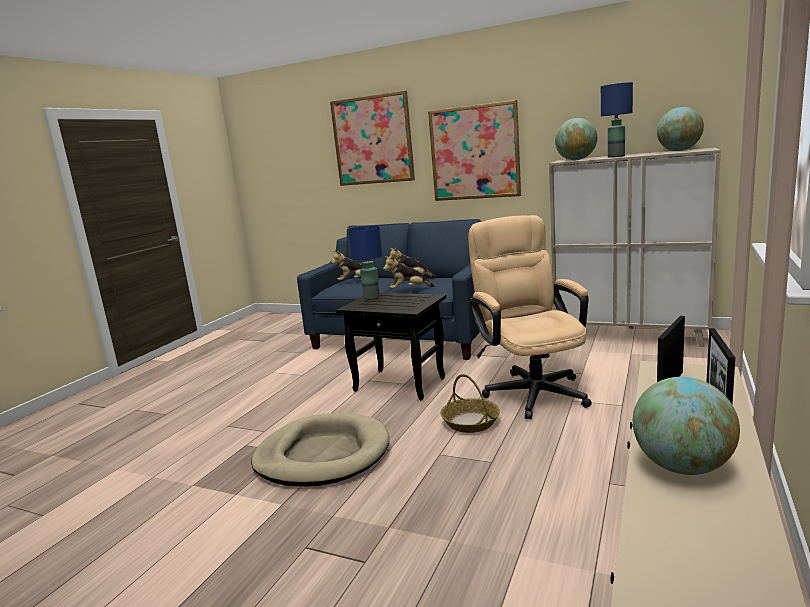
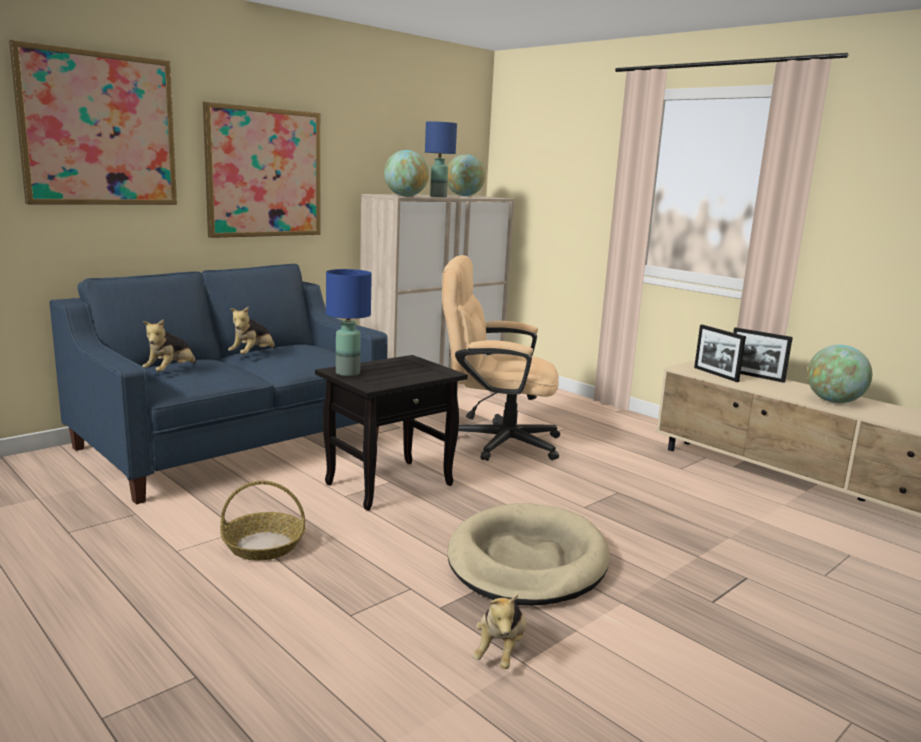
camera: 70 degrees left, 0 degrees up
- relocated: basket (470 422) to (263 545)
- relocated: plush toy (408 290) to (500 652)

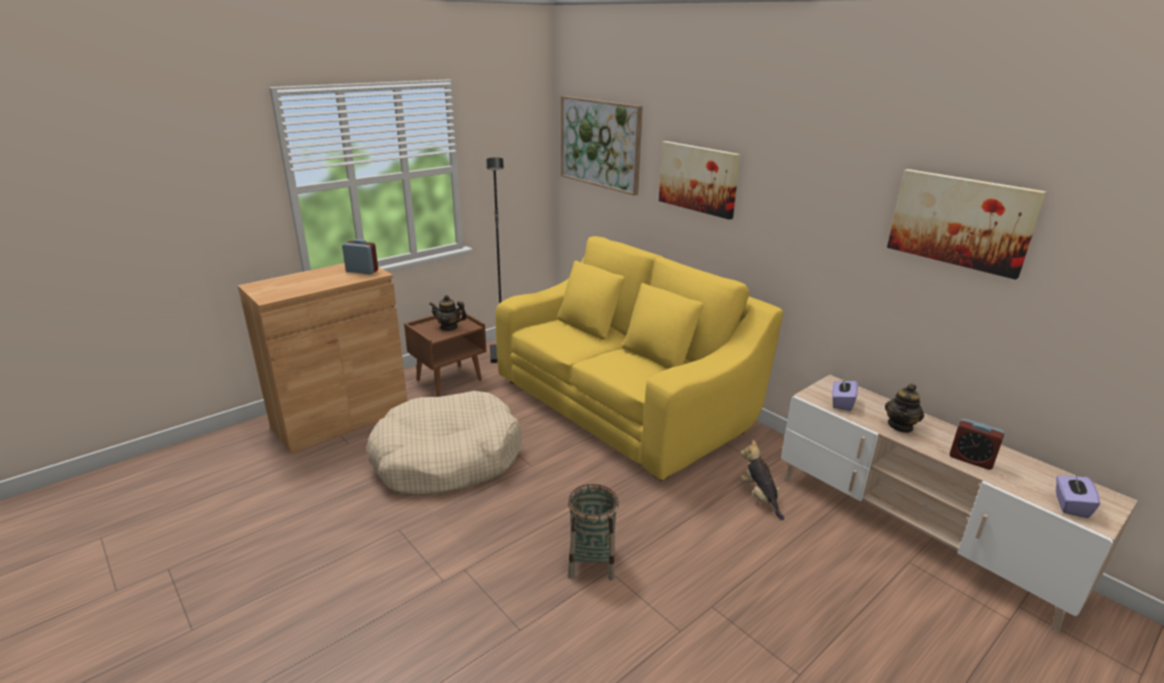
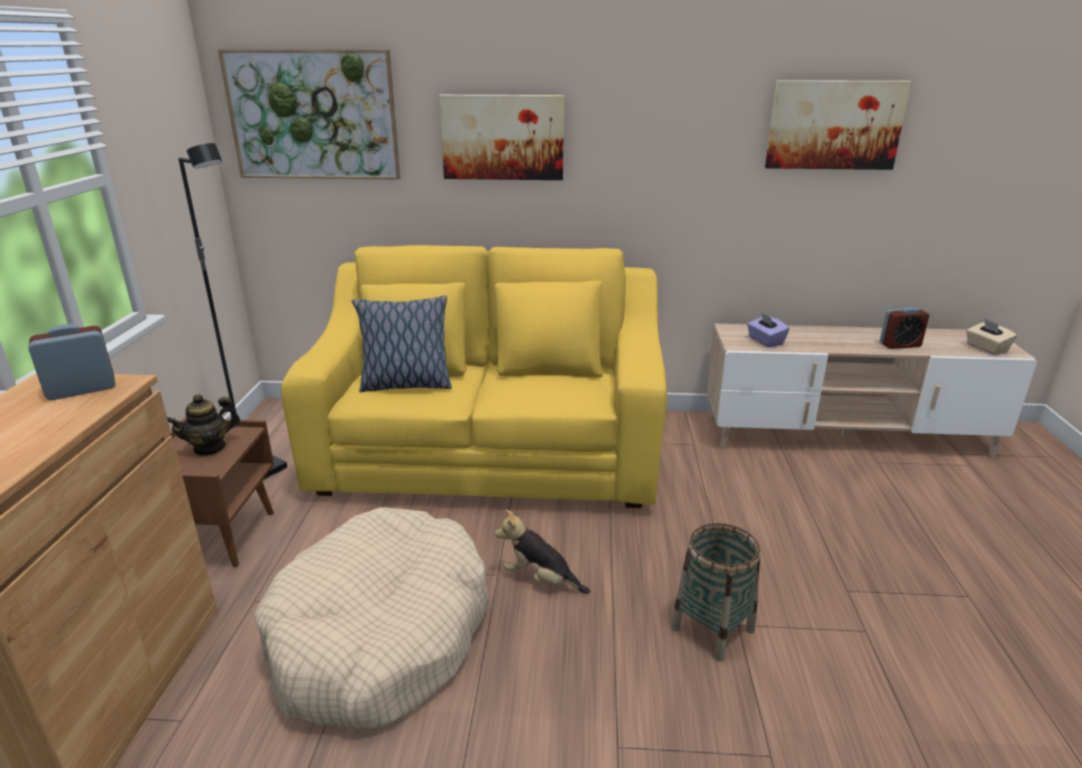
camera: 45 degrees left, 0 degrees up
- appeared: pillow (405 385)
- relocated: plush toy (760 497) to (540 579)
- colour: purple tissue box (1070 505) to beige tissue box (986 348)
- missing: teapot (900 426)

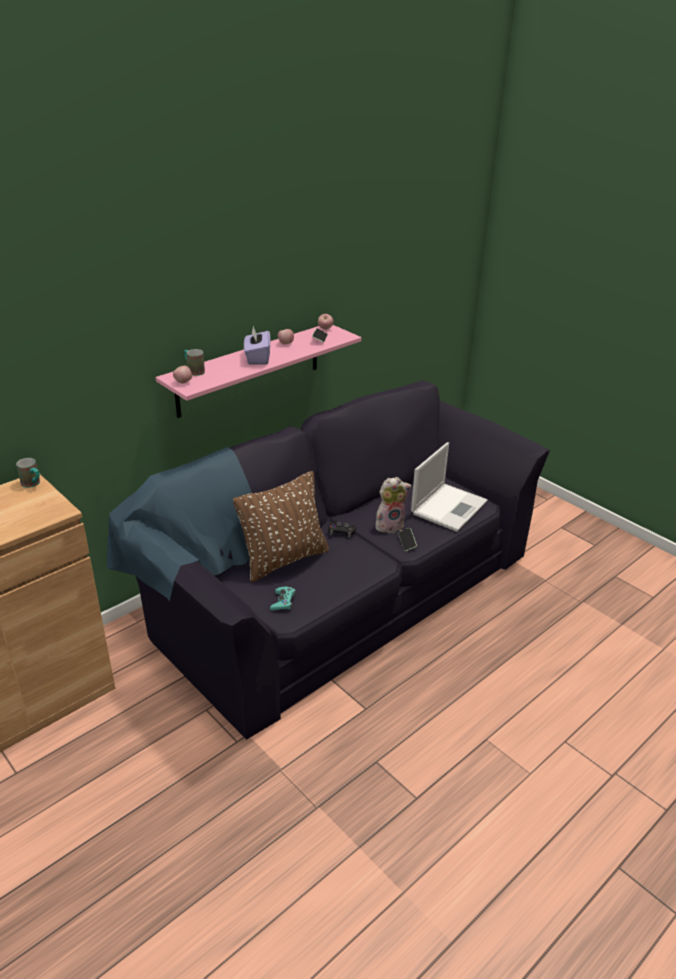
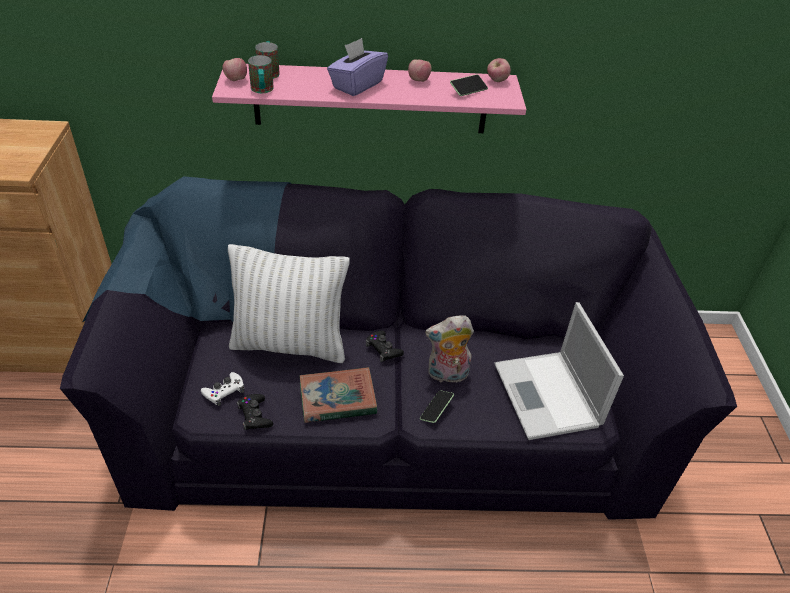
camera: 40 degrees right, 10 degrees up
- colour: turquoise game controller (283 602) to white game controller (224 391)
- colour: brown pillow (284 560) to white pillow (290 344)
- appeared: black game controller (255 415)
- relocated: mug (33 484) to (262 90)
- appeared: book (337 399)
- spun: plush toy (390 525) = (447 375) 150 degrees clockwise
- spun: laptop (449 506) = (547 396) 90 degrees clockwise

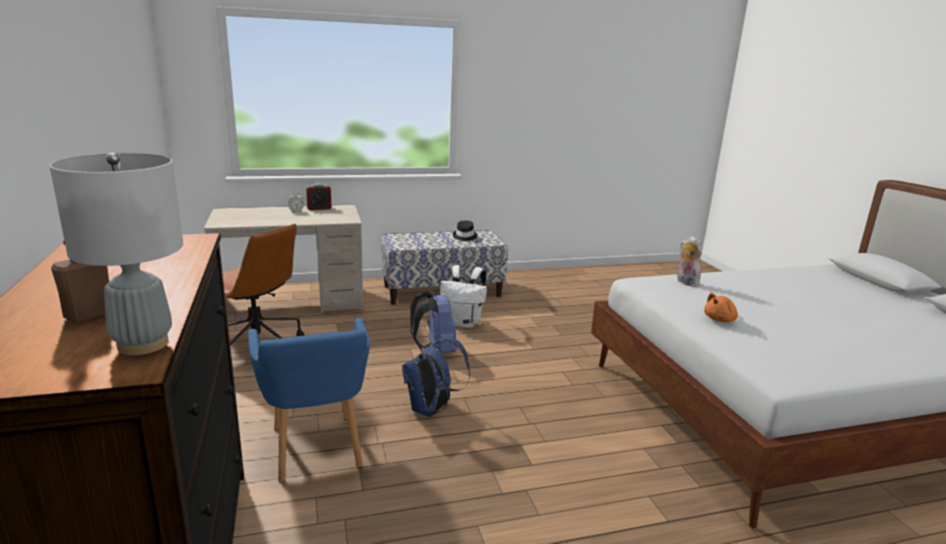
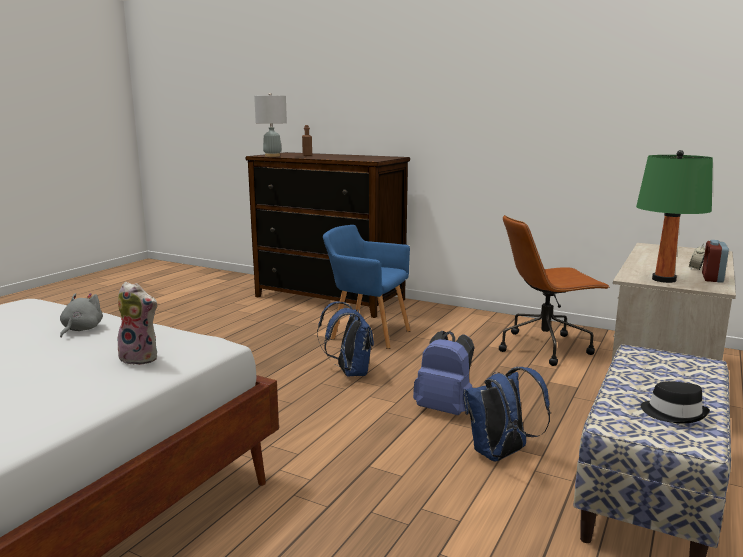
camera: 135 degrees right, 5 degrees down
- colour: orange plush toy (720 320) to grey plush toy (81 329)
- colour: white backpack (463 323) to blue backpack (500 455)
- appeared: green table lamp (663 279)

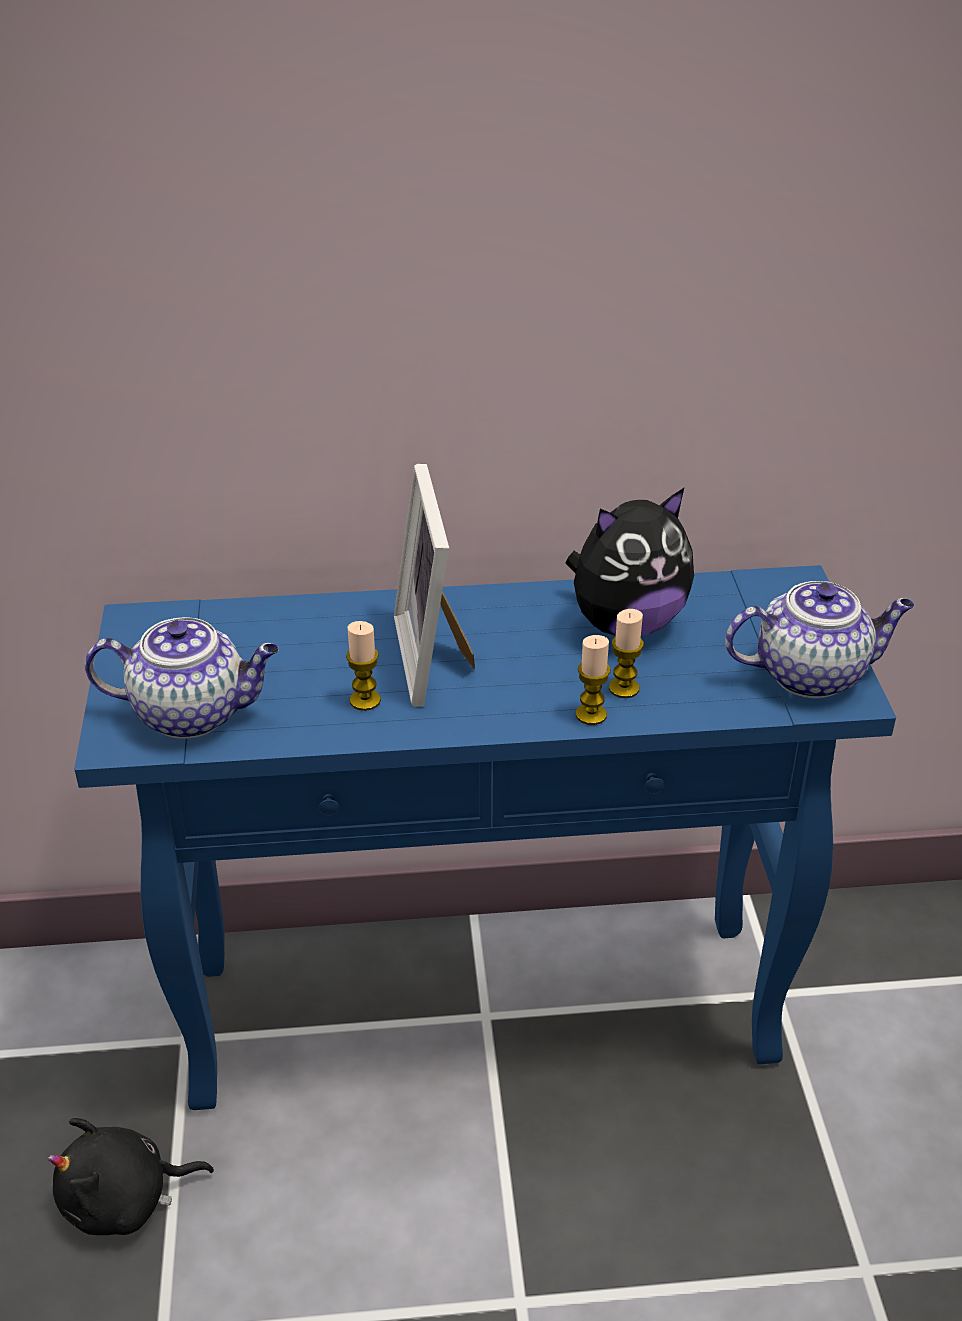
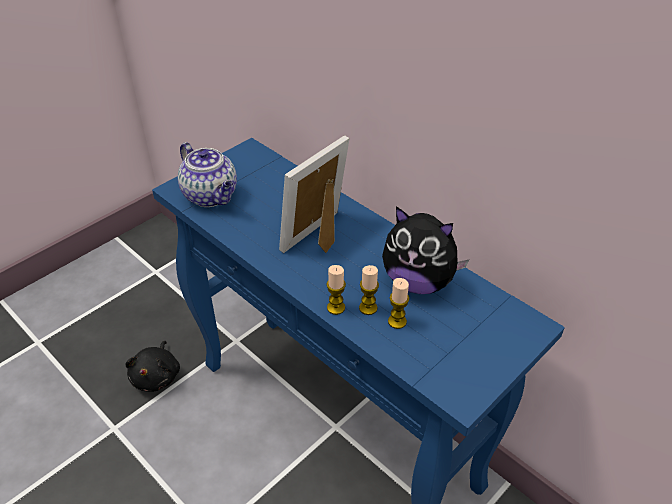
camera: 50 degrees right, 5 degrees up
- spun: black plush toy (125 1199) = (157 376) 120 degrees counterclockwise
- relocated: candle (365 700) to (397 321)
- missing: teapot (812 674)

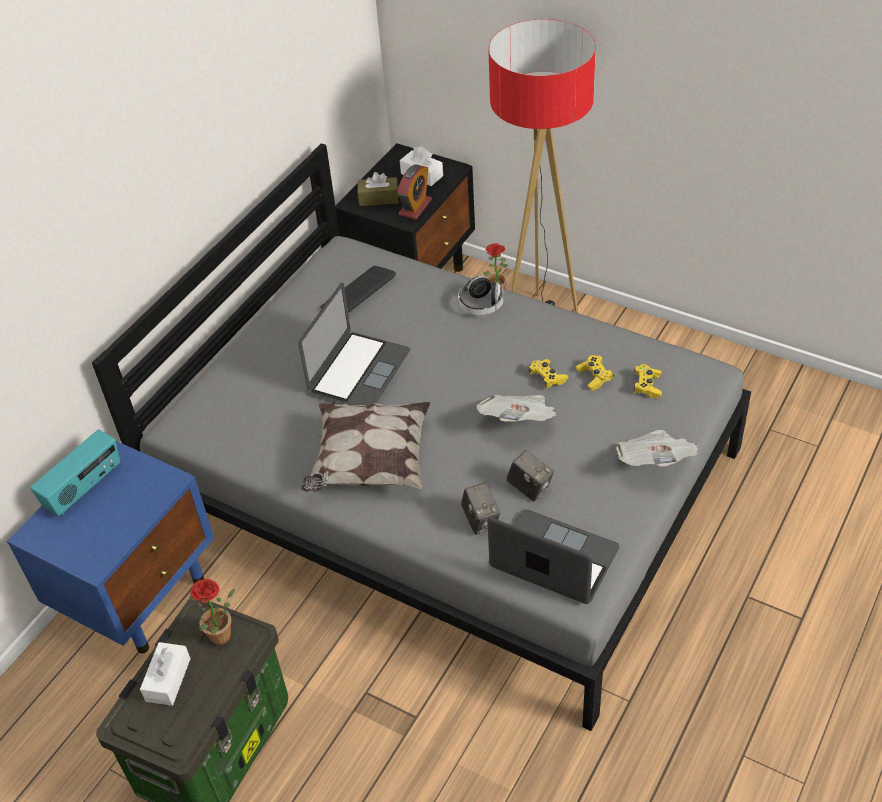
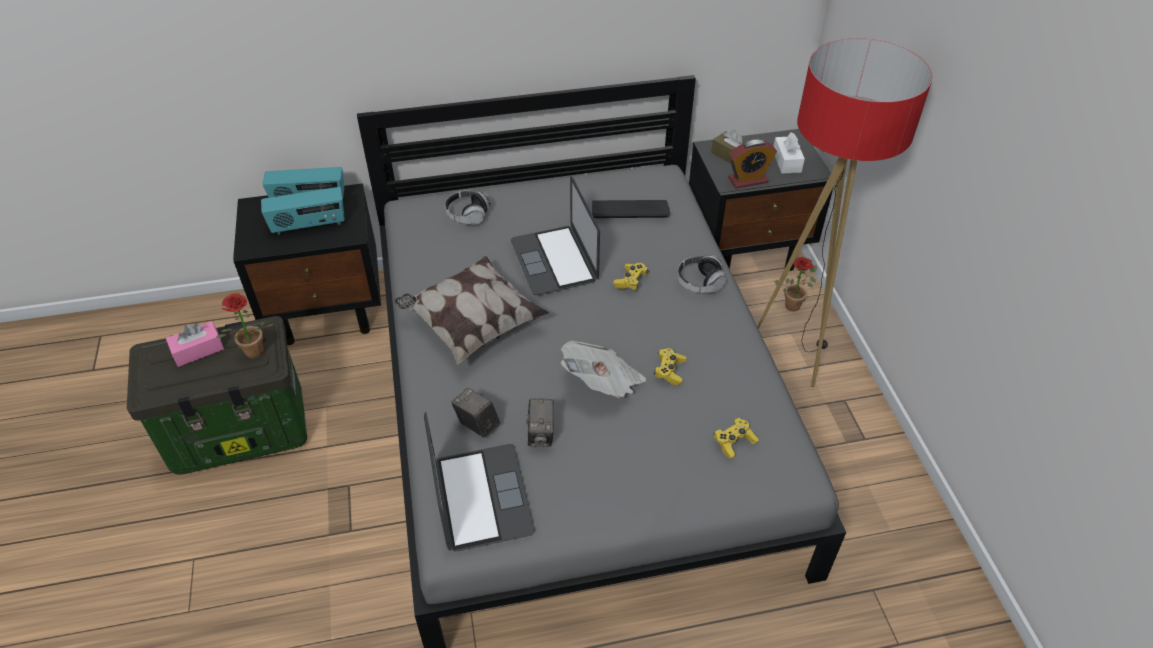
camera: 45 degrees right, 0 degrees up
- colour: white tissue box (168 679) to pink tissue box (198 350)
- colour: blue nightstand (140 596) to black nightstand (329 311)
- appeared: radio (309 225)
- appeared: headphones (468 215)
- spun: photo camera (480 520) = (477 425) 105 degrees clockwise
- spun: laptop (359 371) = (554 260) 90 degrees clockwise
- relocated: yellow game controller (594 377) to (630 281)
- missing: newspaper (654 463)

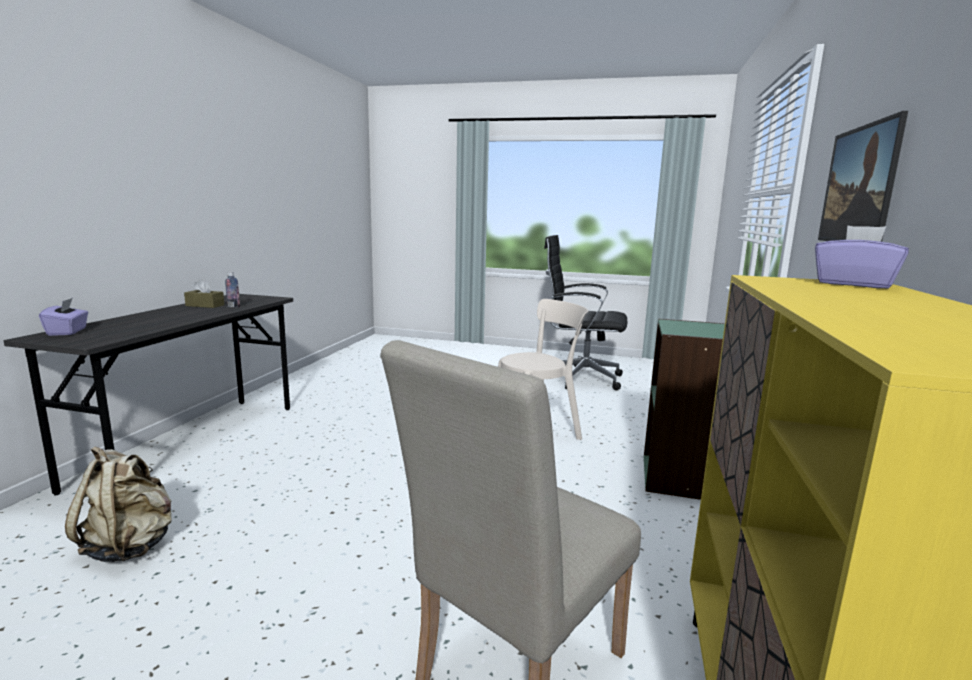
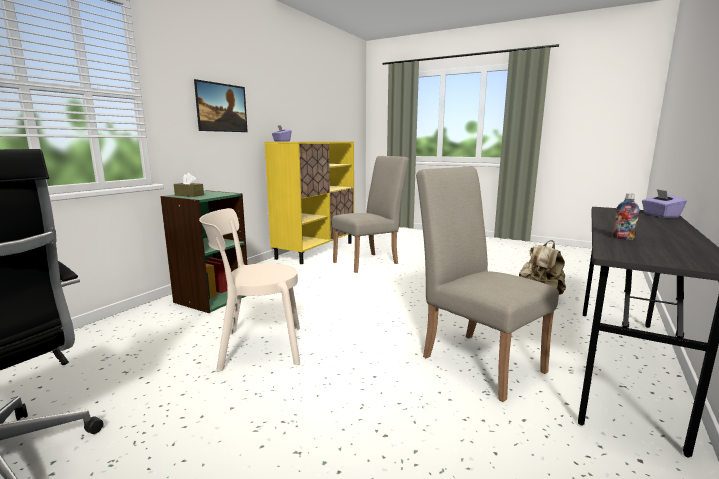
camera: 165 degrees left, 0 degrees up
- relocated: brown tissue box (205 305) to (189 195)
- appeared: beige chair (476 359)

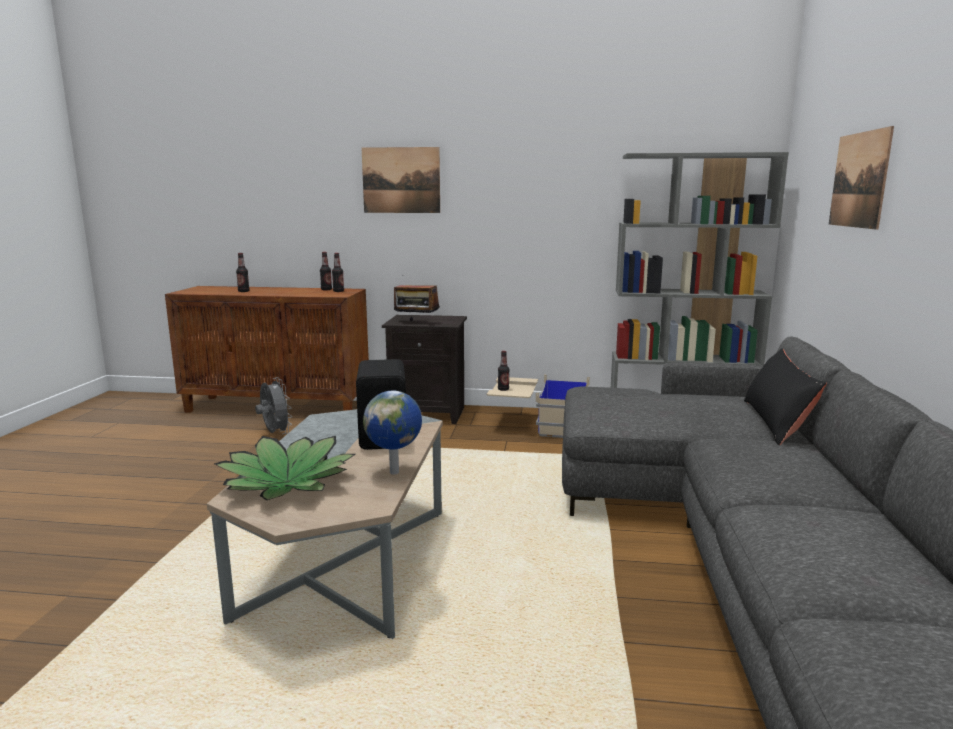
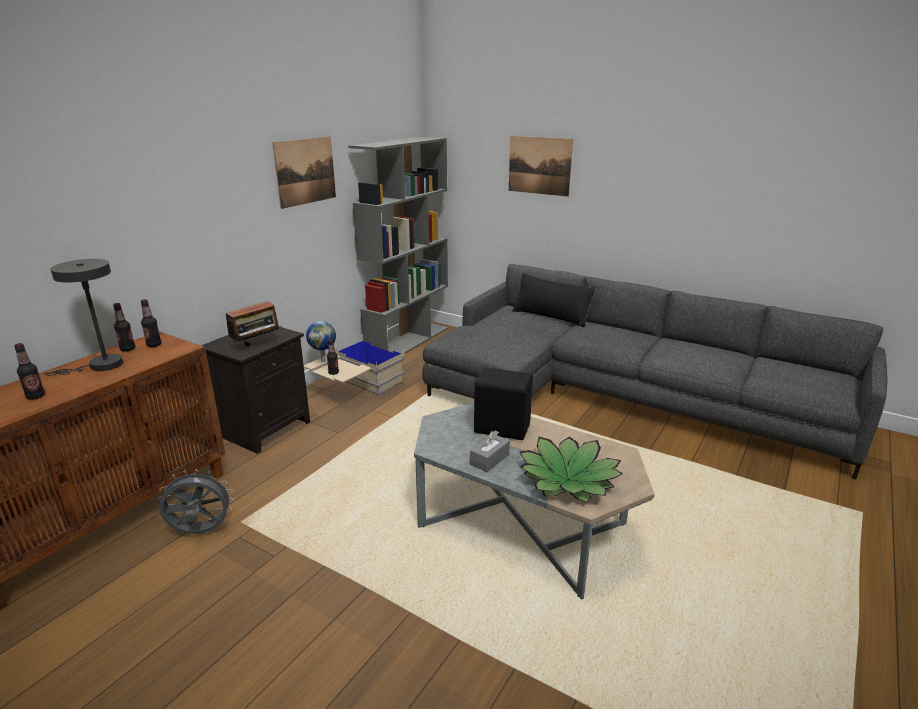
camera: 65 degrees left, 10 degrees up
- appeared: grey table lamp (100 366)
- relocated: picture (401 180) to (305 171)
- relocated: globe (395 472) to (324 361)
- appeared: grey tissue box (489 459)

